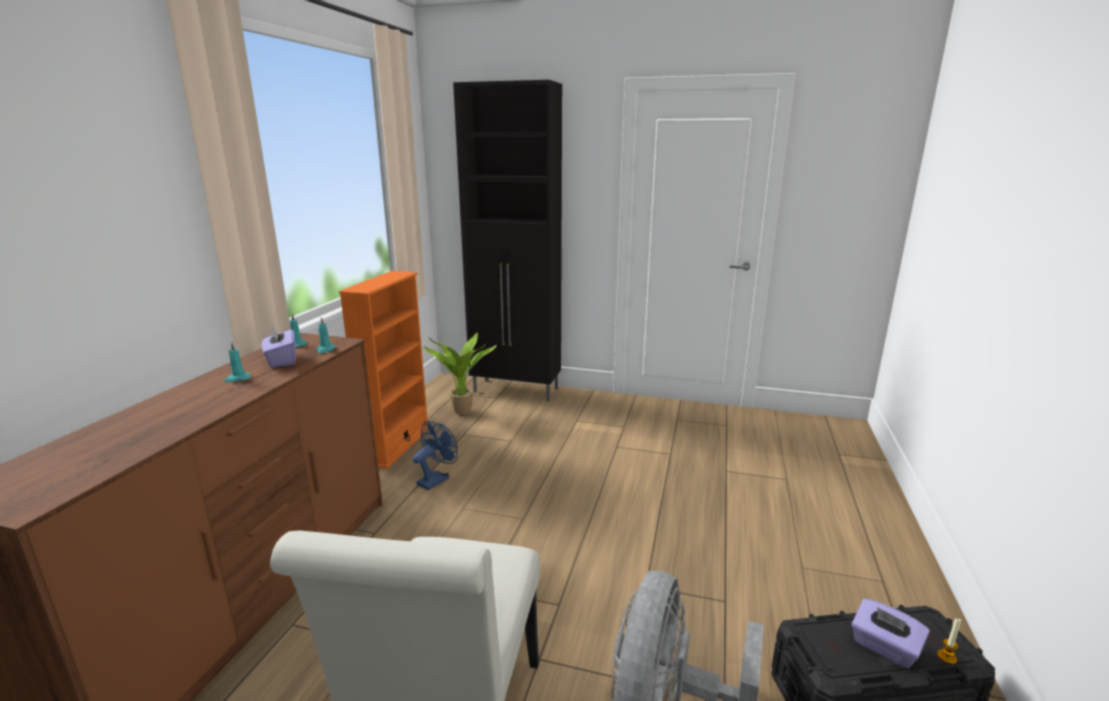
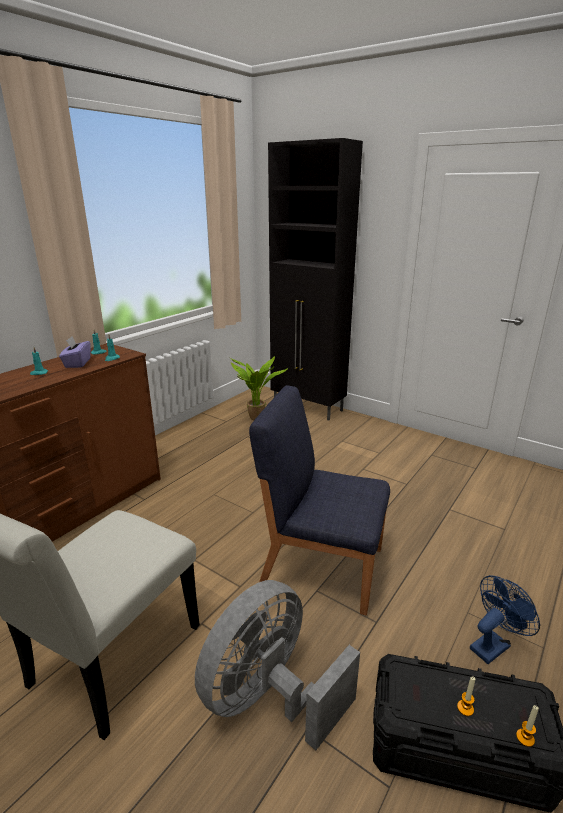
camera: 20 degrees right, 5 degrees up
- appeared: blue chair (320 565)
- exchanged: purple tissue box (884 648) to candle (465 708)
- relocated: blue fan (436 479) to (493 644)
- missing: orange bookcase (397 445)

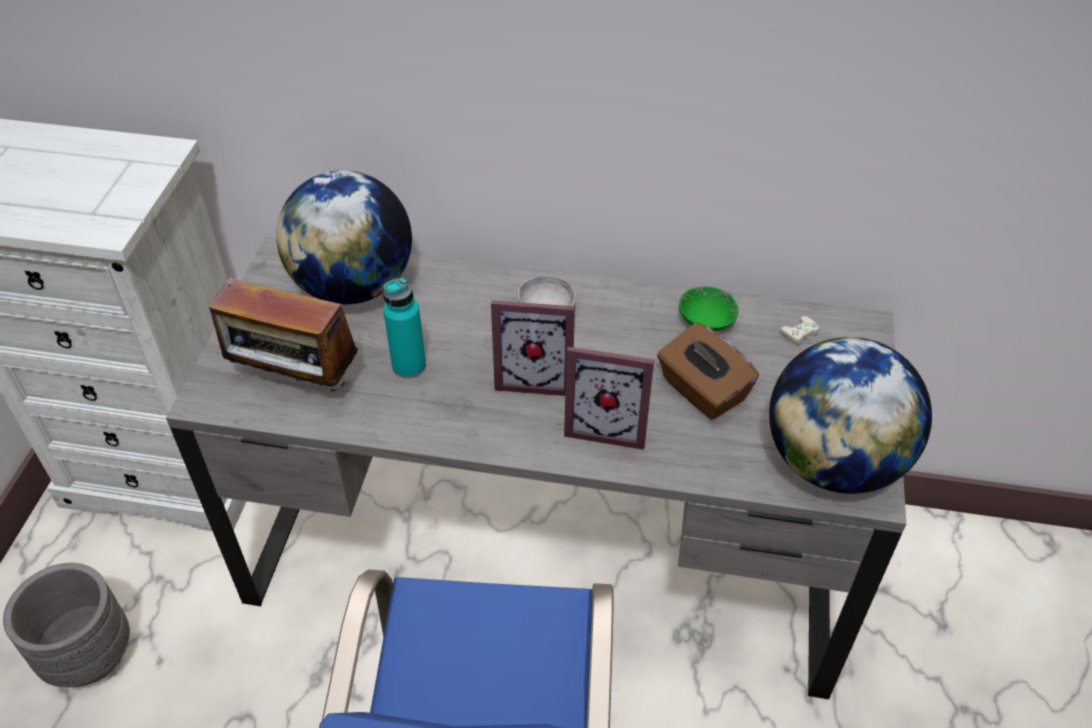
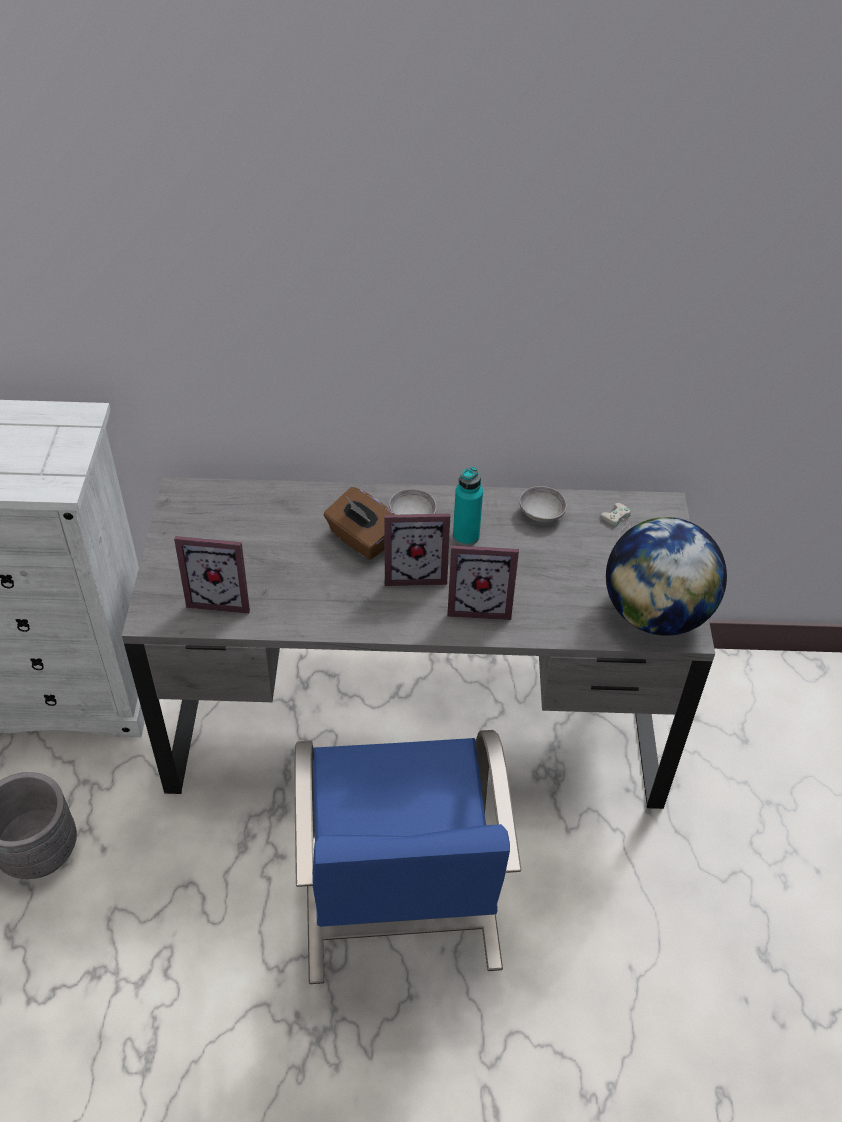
camera: 10 degrees left, 0 degrees up
- exchanged: radio (295 383) to picture frame (221 596)
- relocated: brown tissue box (702 391) to (361 539)
- relocated: turquoise bottle (409 366) to (466 536)
- colour: green bowl (706 321) to grey bowl (541 514)
- missing: globe (353 286)

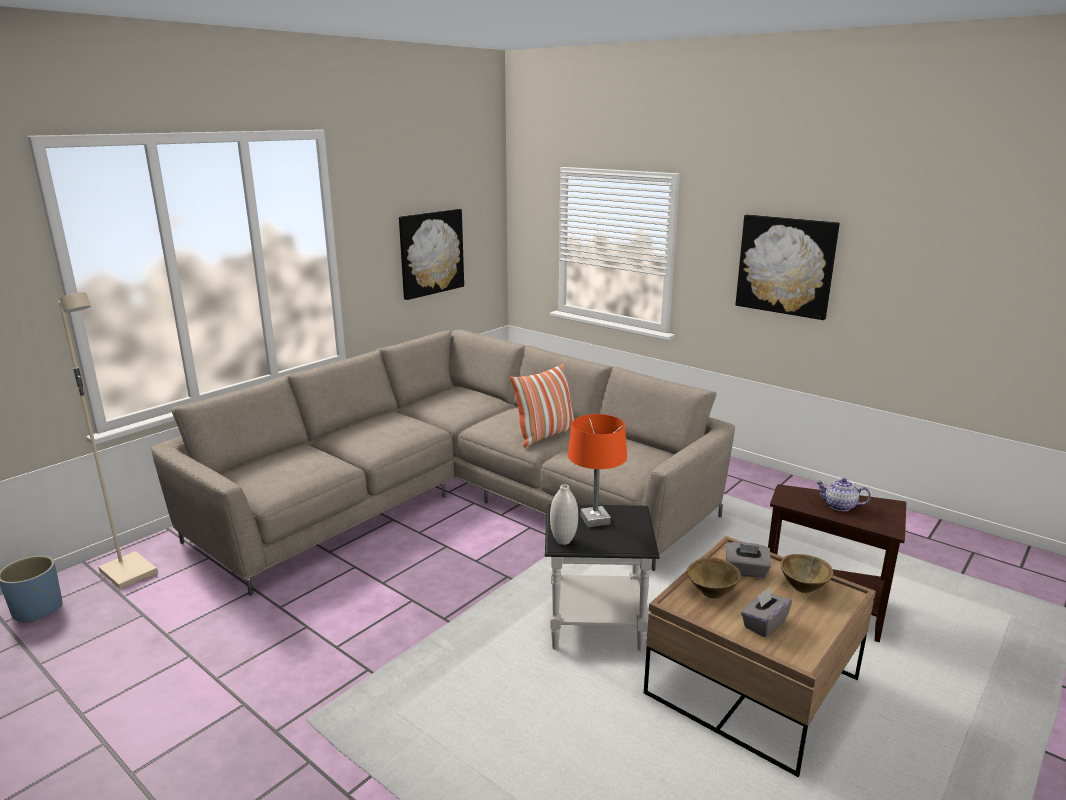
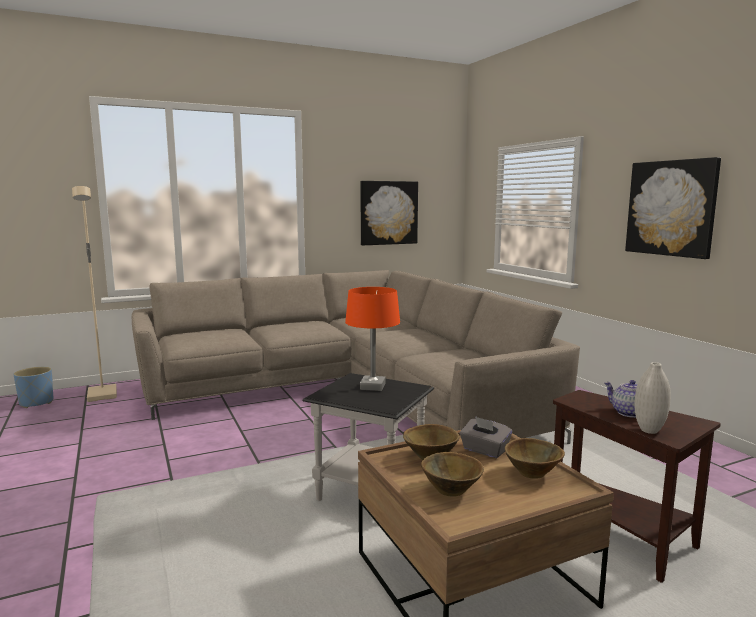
camera: 25 degrees right, 10 degrees down
- exchanged: grey tissue box (764 624) to brown bowl (451 490)
- relocated: white vase (563 541) to (649 430)
- missing: pillow (545 435)

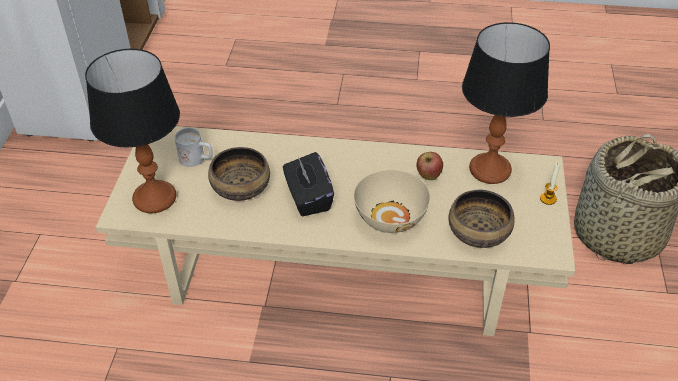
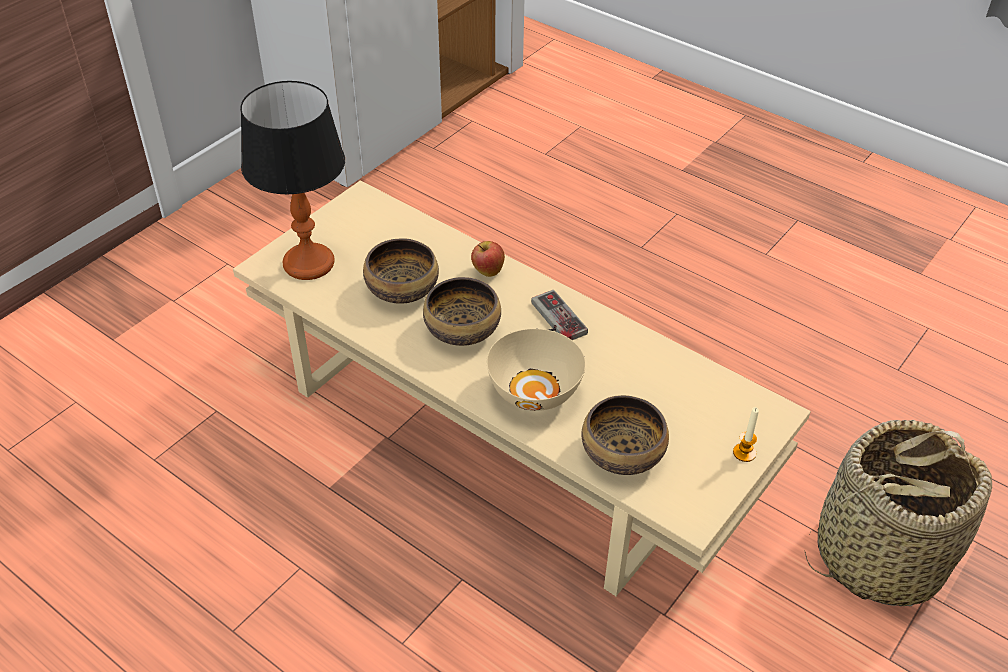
camera: 30 degrees right, 0 degrees up
- exchanged: black tissue box (308 198) to bowl (463 330)
- relocated: apple (428 176) to (487 271)
- appeared: game controller (552 320)
- missing: white mug (197 160)
- missing: table lamp (489 169)

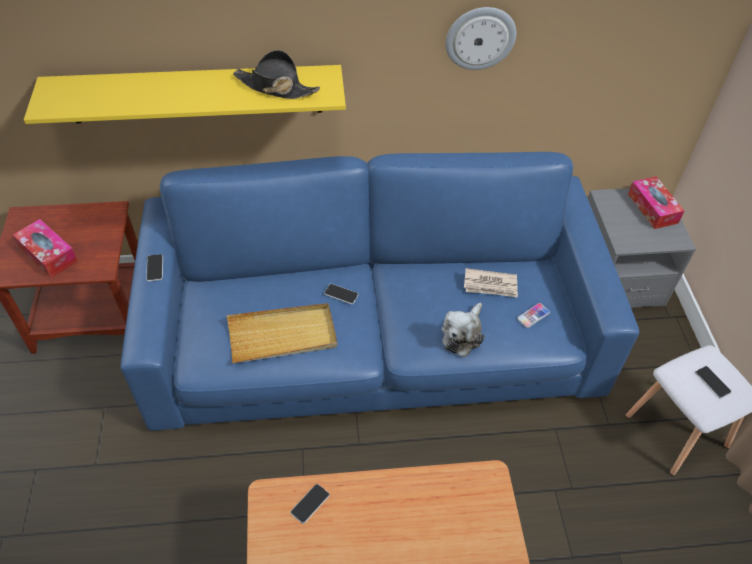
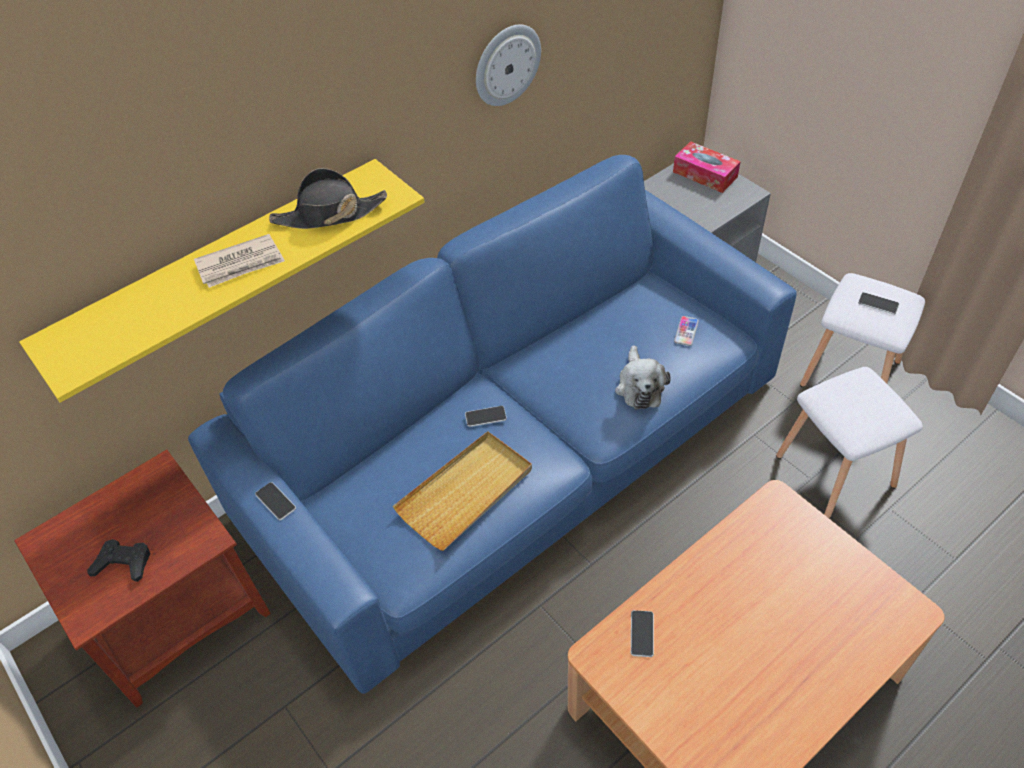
camera: 30 degrees left, 0 degrees up
- exchanged: tissue box (48 254) to black game controller (123 563)
- relocated: newspaper (490 285) to (241 264)
- appeared: white stool (837 471)

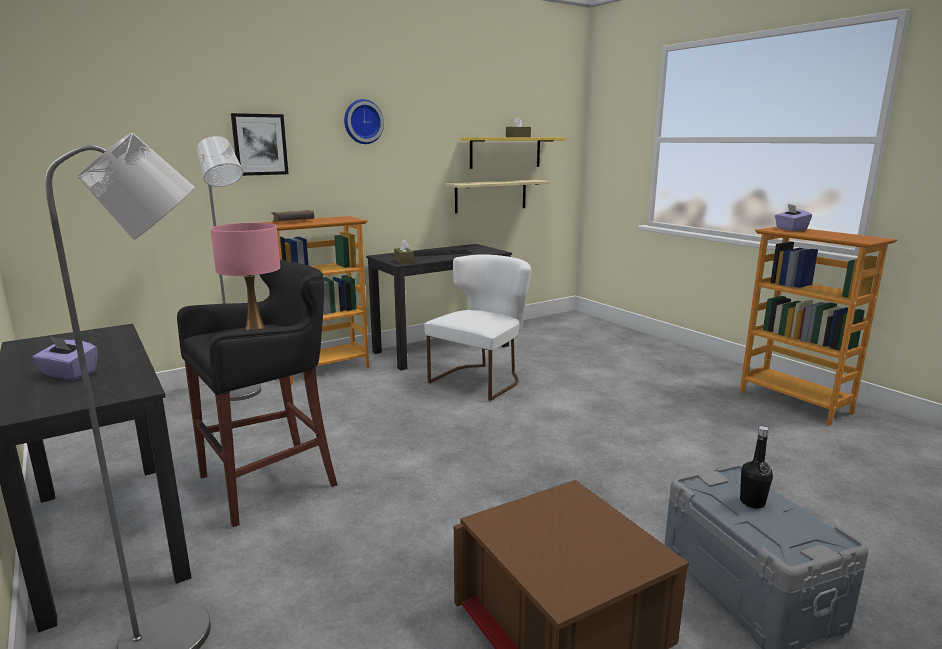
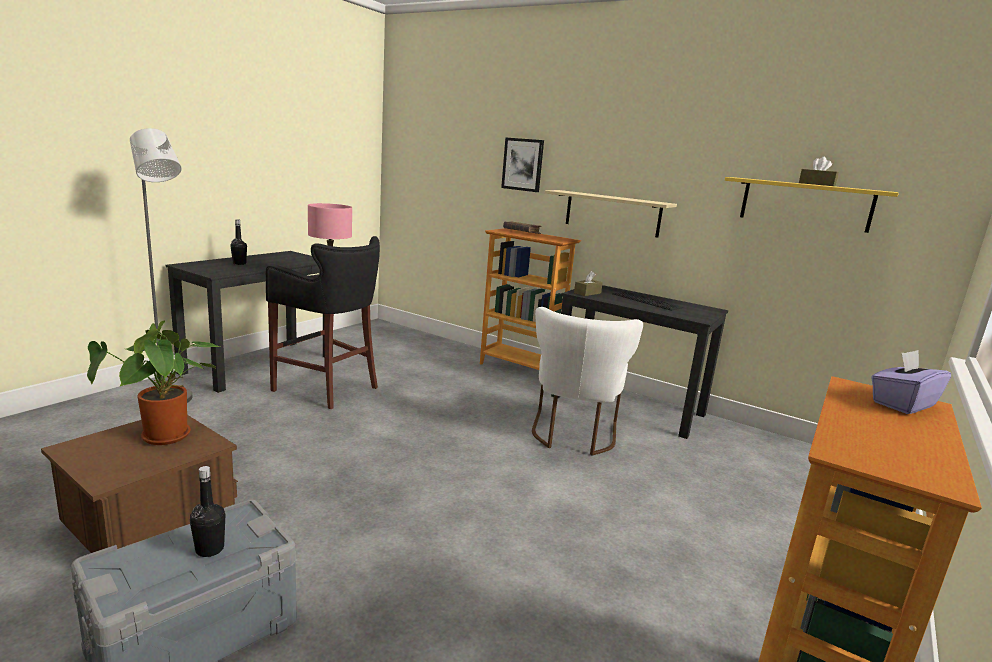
camera: 65 degrees right, 0 degrees up
- appeared: potted plant (166 439)
- exchanged: purple tissue box (69 374) to black bottle (239 263)
- spun: white chair (481 379) = (573 435) 90 degrees clockwise
- relocated: beige shelf (491 196) to (612 213)
- missing: grey floor lamp (242 395)
- missing: wall clock (362 122)

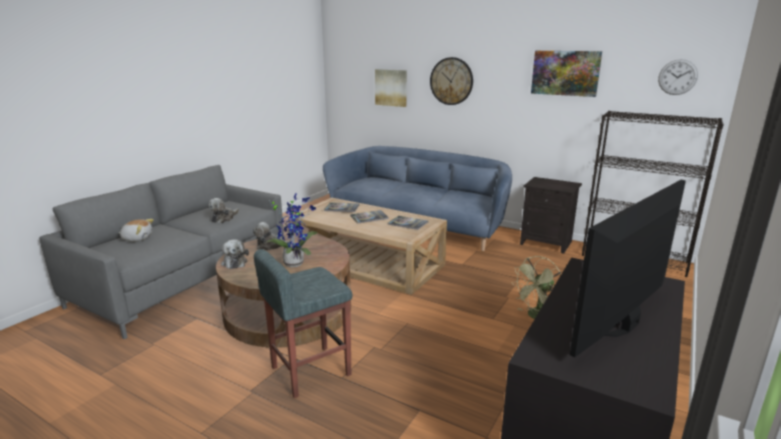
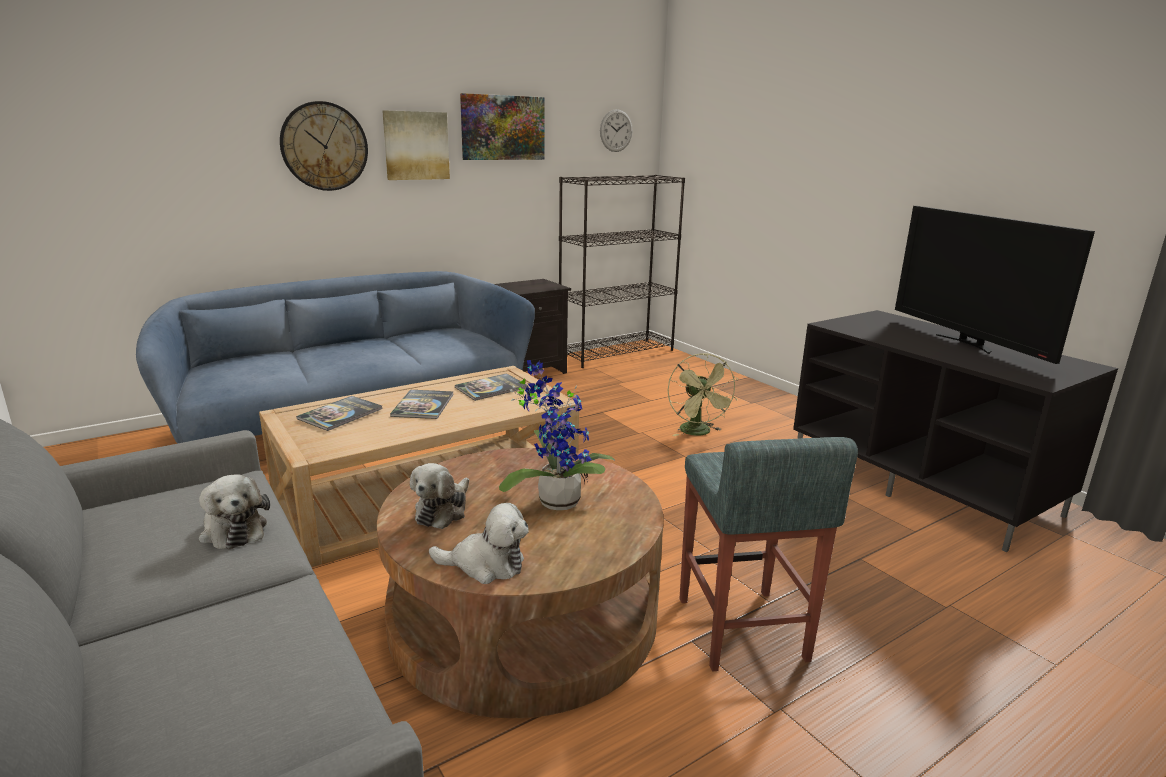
camera: 65 degrees left, 0 degrees up
- relocated: picture (391 87) to (416 145)
- missing: plush toy (137 238)

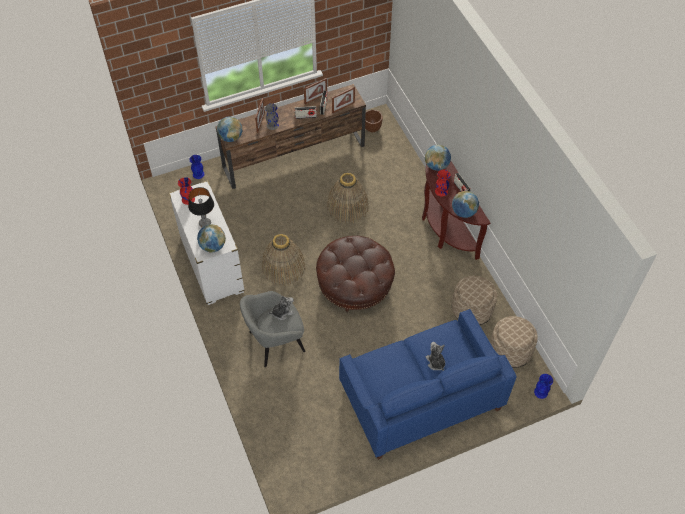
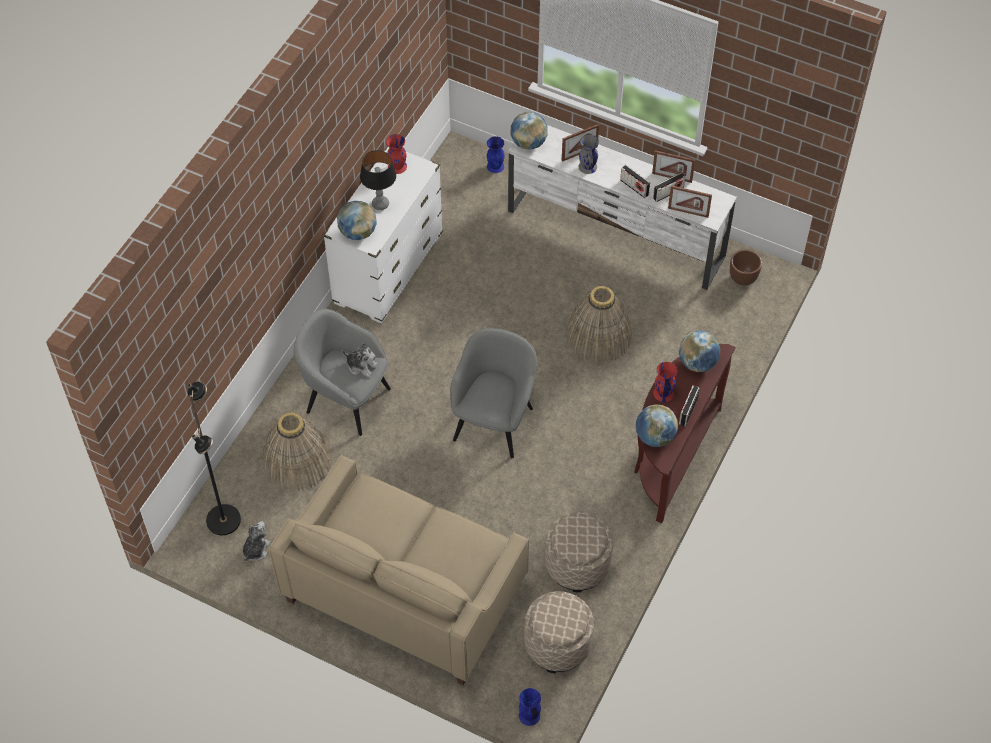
camera: 50 degrees right, 0 degrees up
- appeared: black floor lamp (224 520)
- relocated: plush toy (435 362) to (255 549)
- relocated: basket (283 267) to (297 461)
- colour: blue sofa (421 398) to beige sofa (405 591)
- exchanged: brown ottoman (355 285) to grey armchair (494 422)
- colour: brown tv stand (294 156) to white tv stand (616 234)

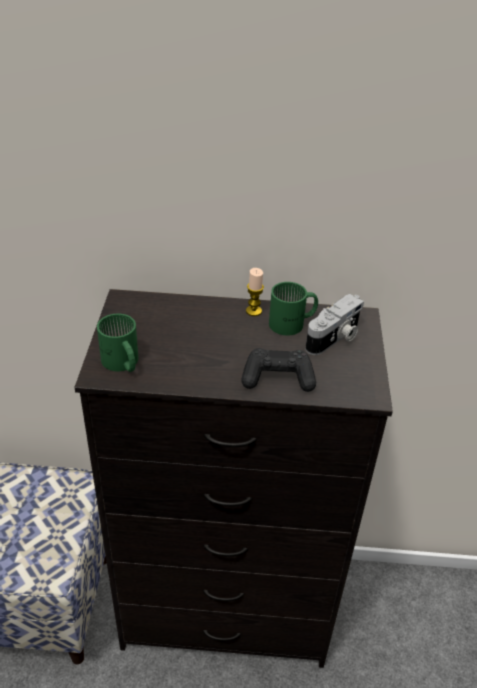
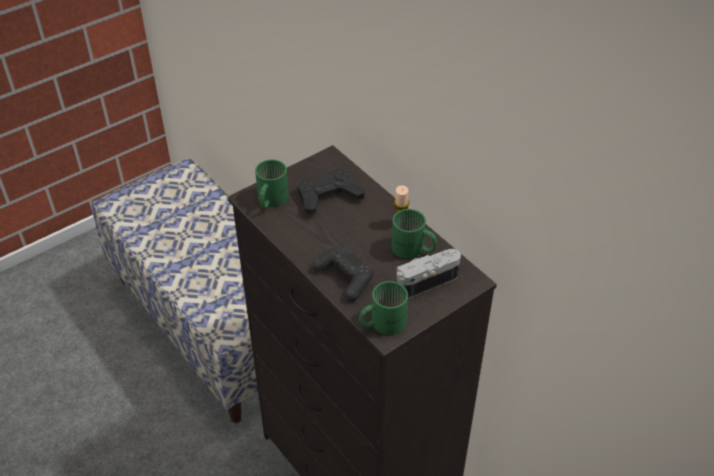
camera: 50 degrees right, 5 degrees up
- appeared: black game controller (328 196)
- appeared: green mug (381 322)
- spun: photo camera (335 338) = (425 281) 150 degrees clockwise

